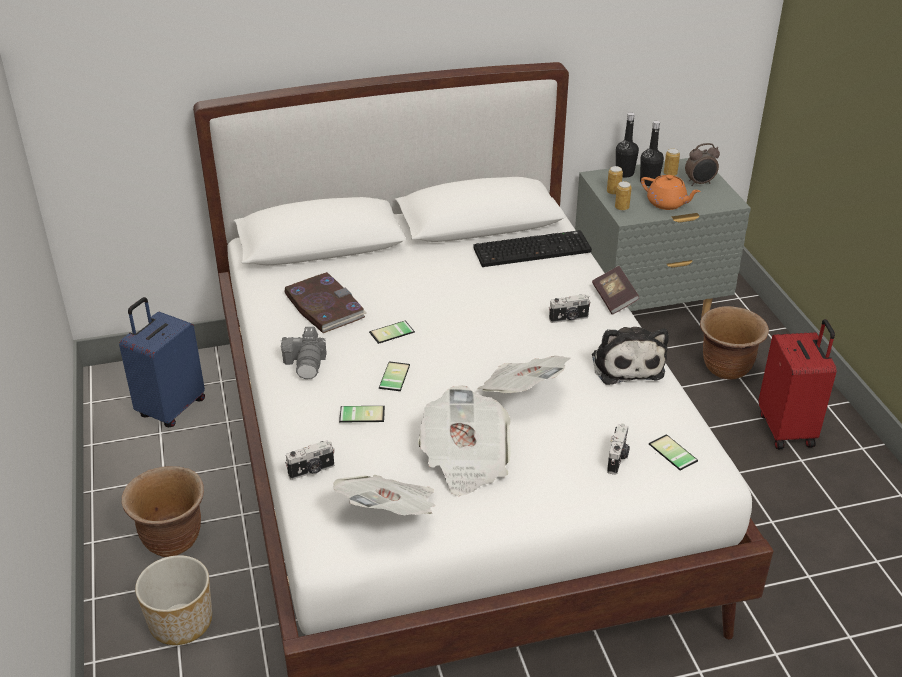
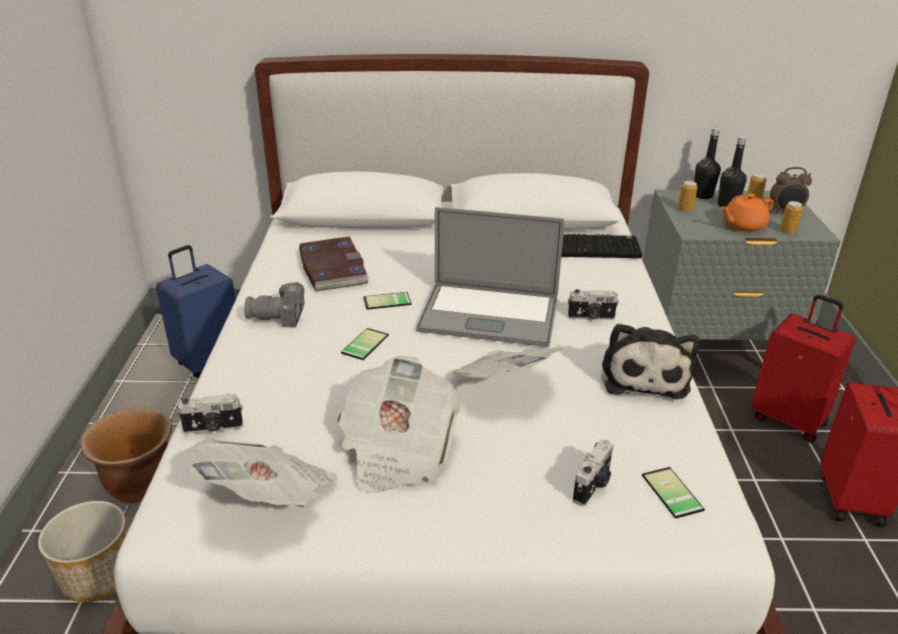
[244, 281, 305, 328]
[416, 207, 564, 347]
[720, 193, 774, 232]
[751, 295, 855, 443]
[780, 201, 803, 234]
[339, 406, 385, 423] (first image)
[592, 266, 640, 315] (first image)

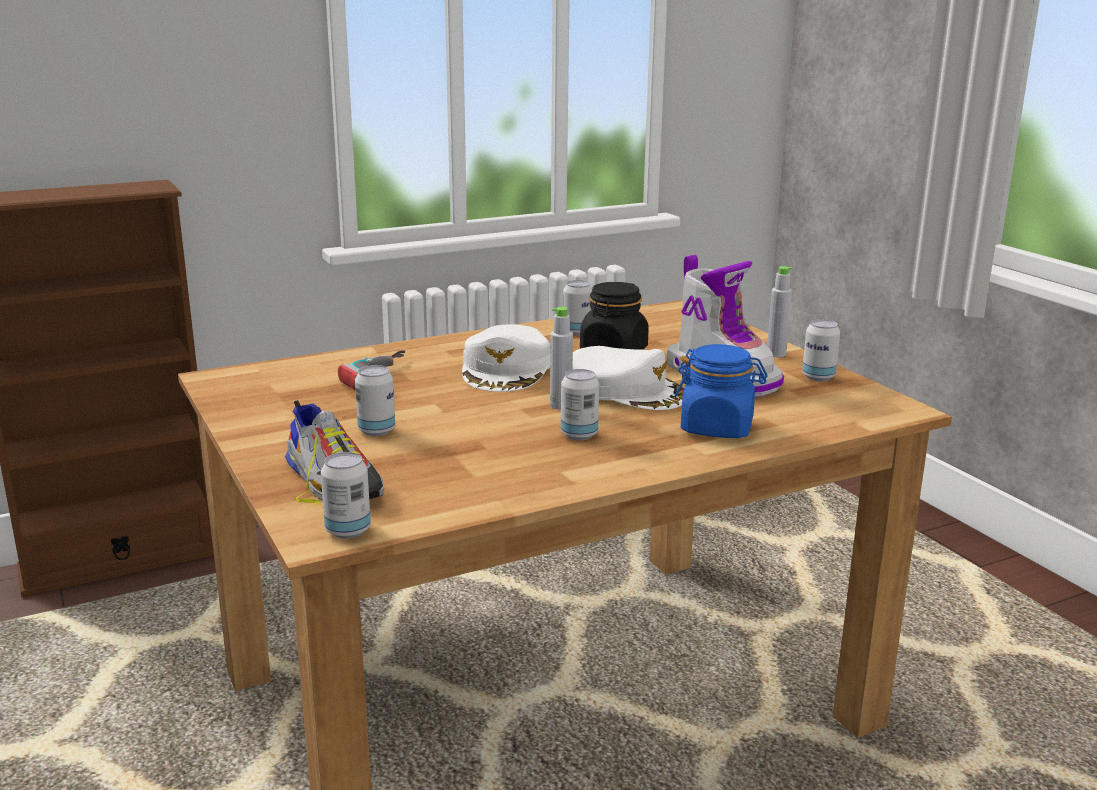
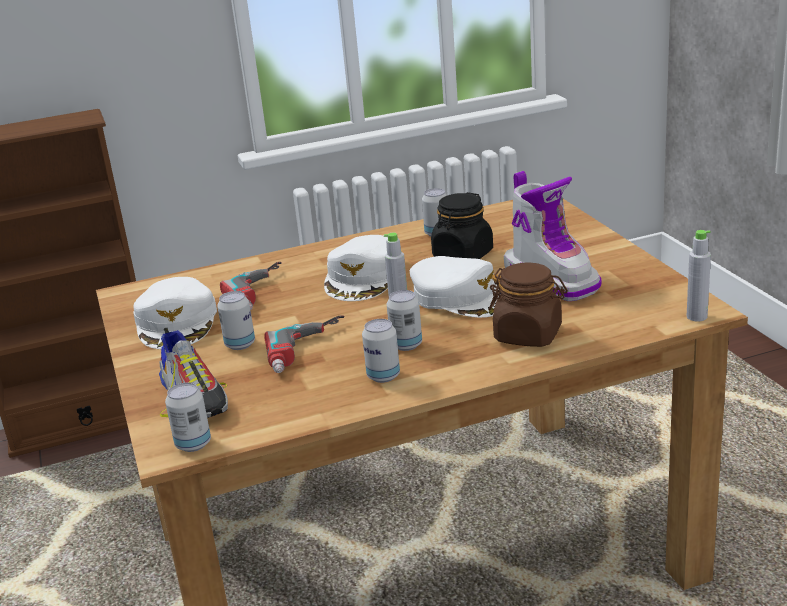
[133, 277, 217, 349]
[264, 315, 344, 373]
[362, 319, 400, 383]
[489, 262, 568, 347]
[687, 230, 711, 322]

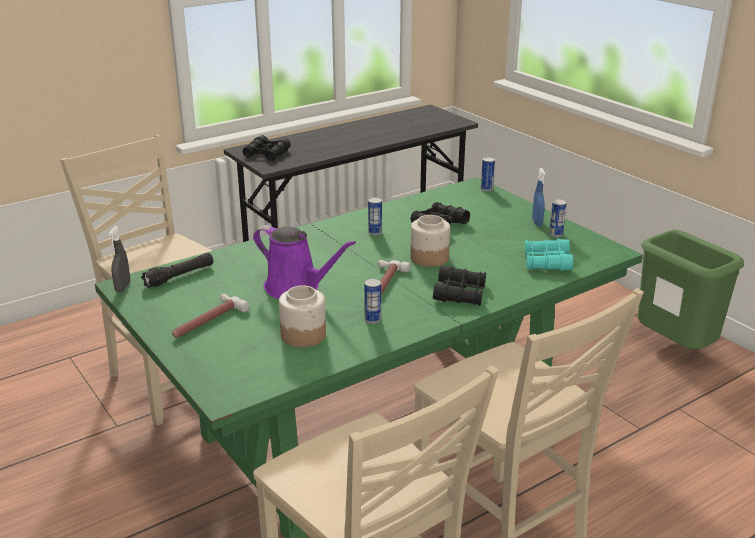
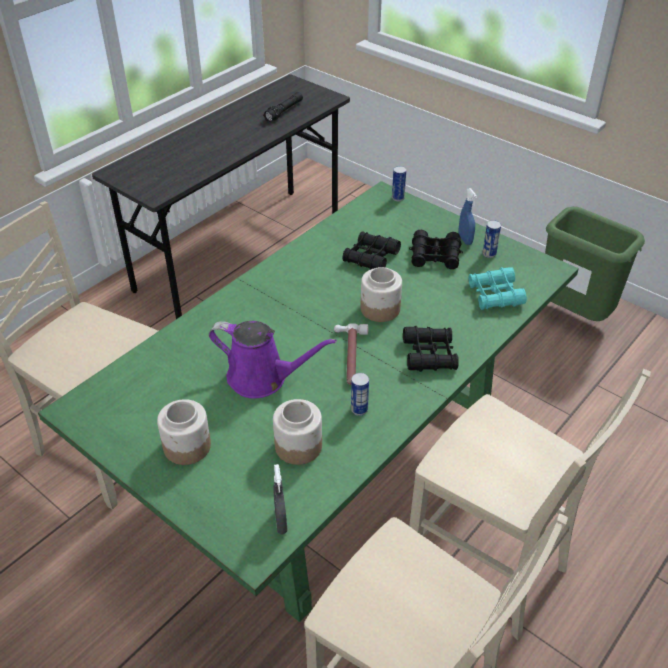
[157, 399, 211, 465]
[263, 92, 303, 122]
[273, 464, 287, 534]
[409, 230, 463, 269]
[368, 197, 382, 236] (first image)

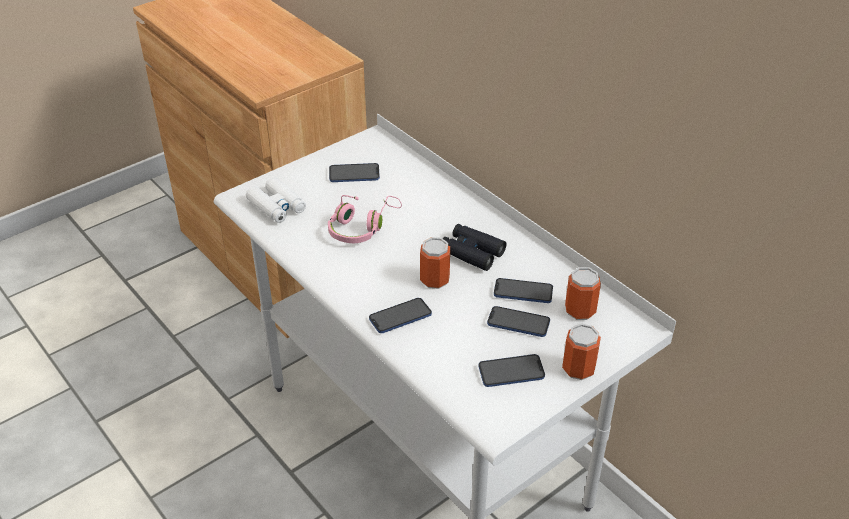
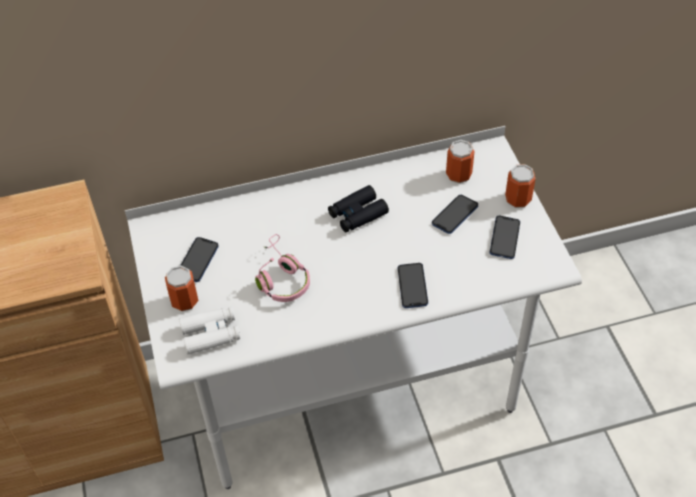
[165, 266, 199, 311]
[494, 278, 553, 303] (first image)

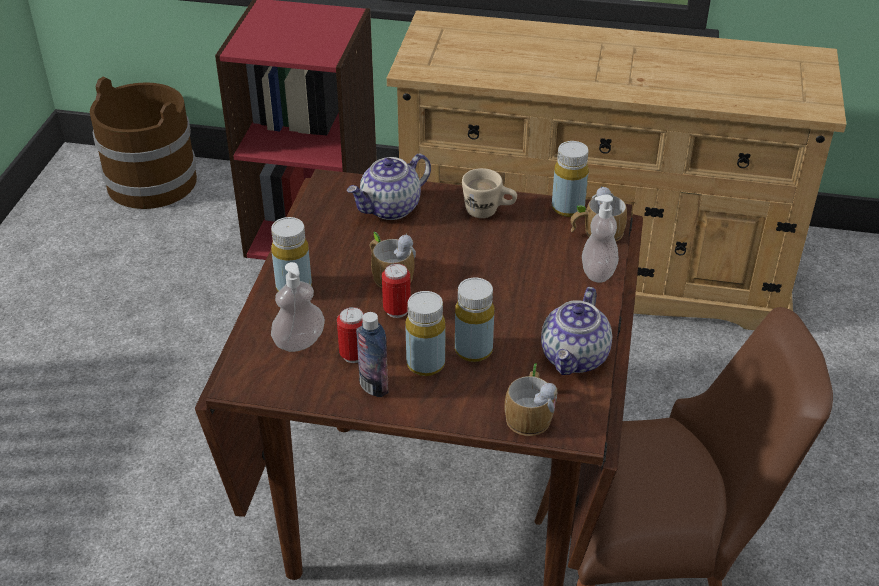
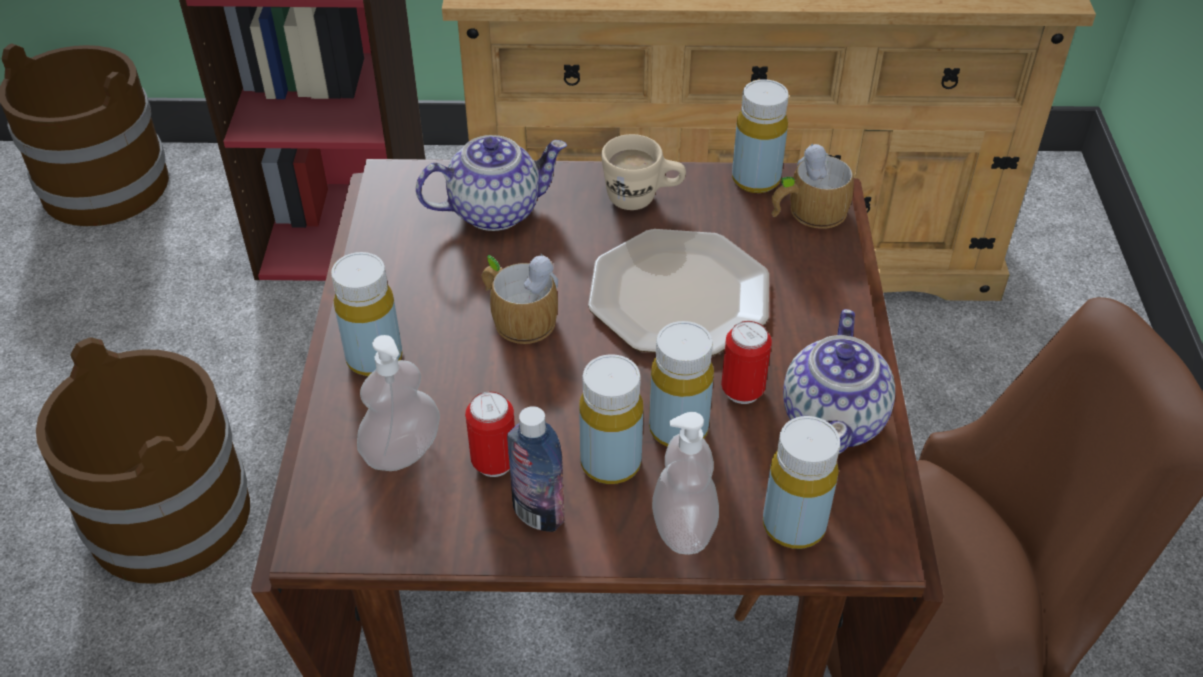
[36, 337, 250, 584]
[416, 135, 567, 231]
[588, 229, 769, 356]
[652, 412, 719, 555]
[721, 321, 772, 404]
[763, 416, 840, 549]

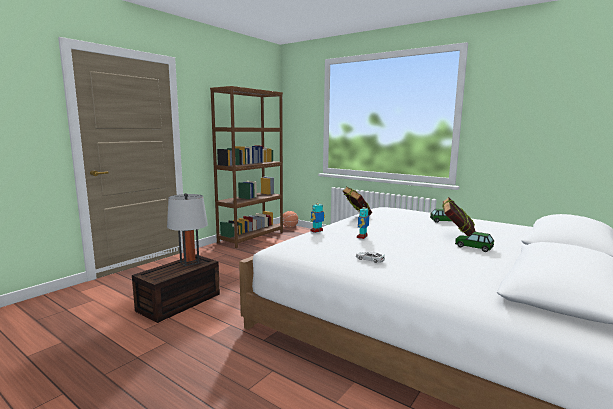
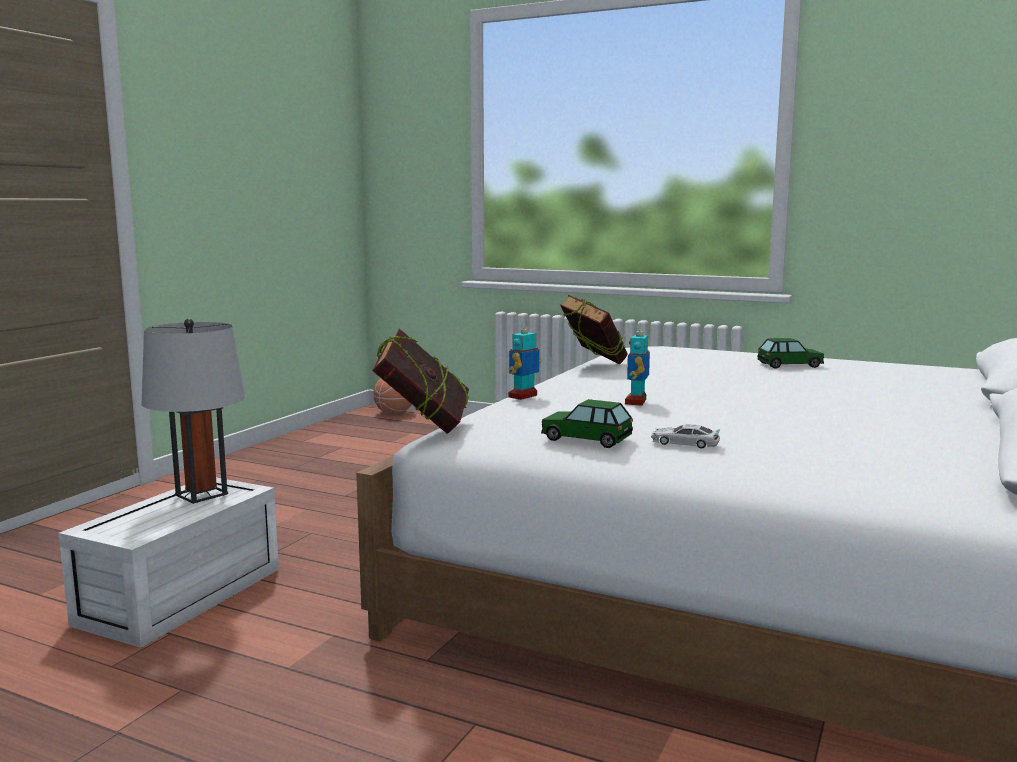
[59, 478, 279, 648]
[372, 328, 470, 434]
[541, 399, 633, 448]
[210, 86, 283, 248] (first image)

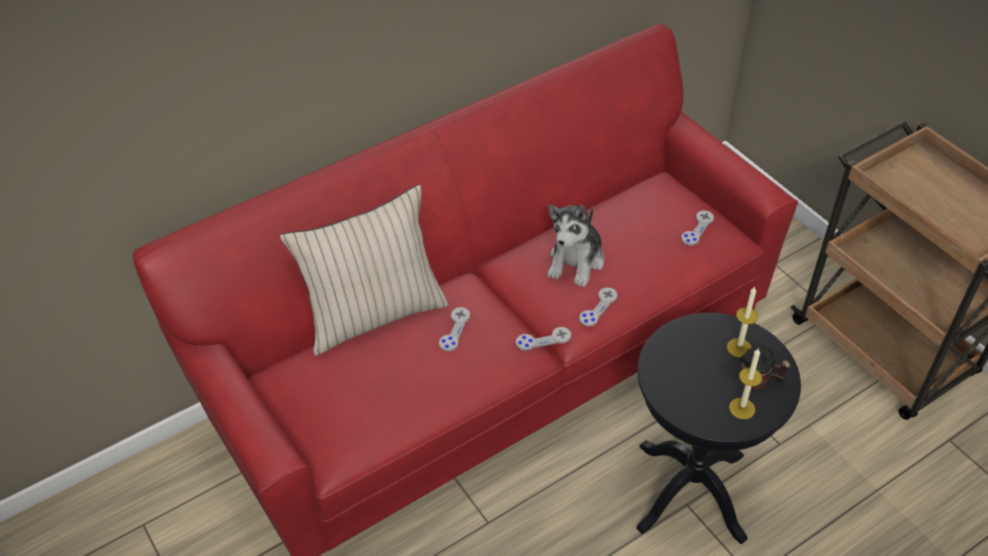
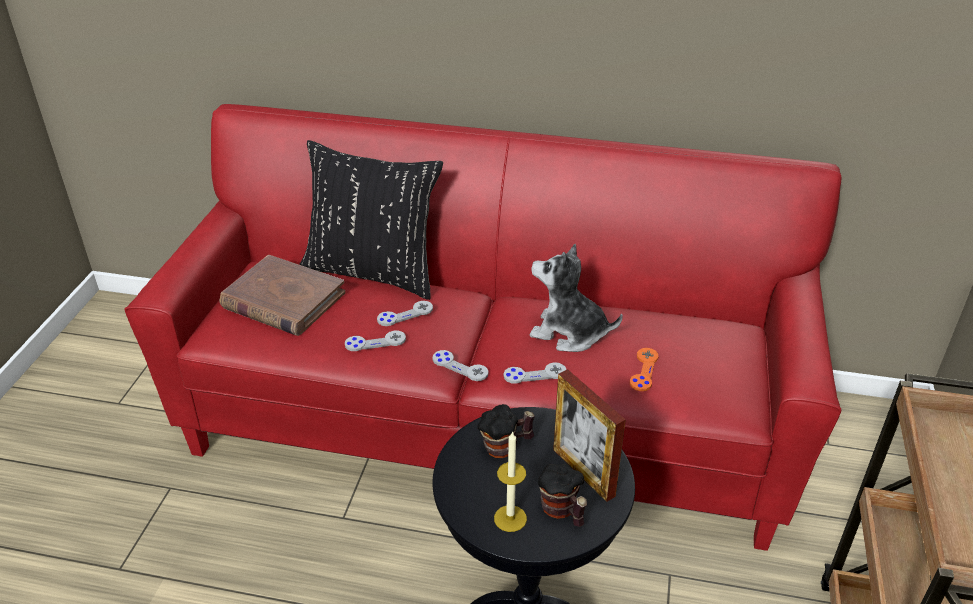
[220, 255, 345, 336]
[299, 140, 443, 300]
[345, 331, 406, 351]
[477, 404, 535, 458]
[530, 244, 623, 352]
[553, 369, 626, 502]
[630, 348, 658, 391]

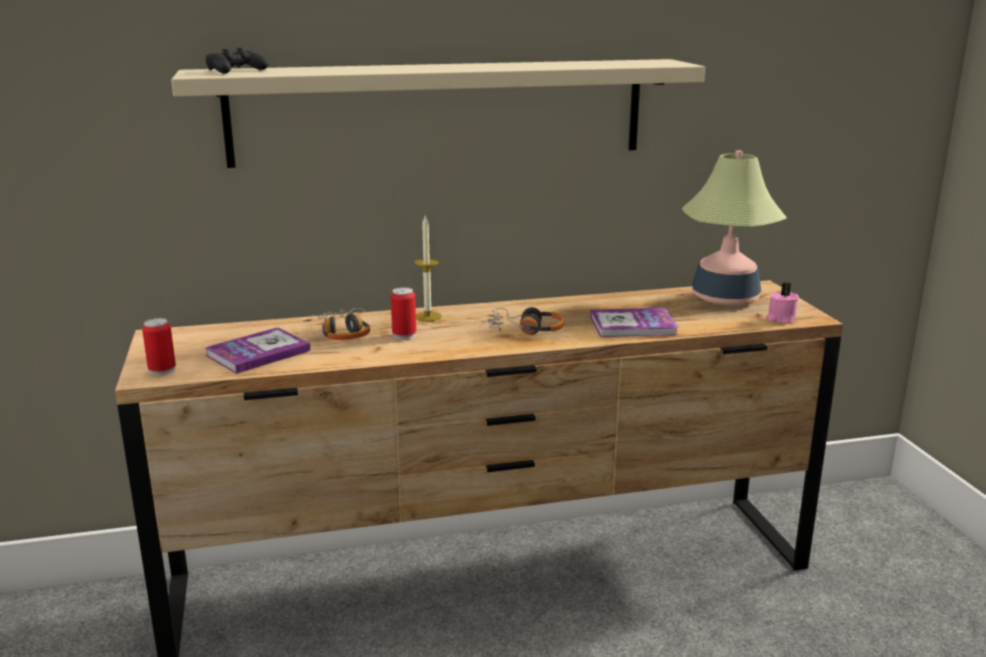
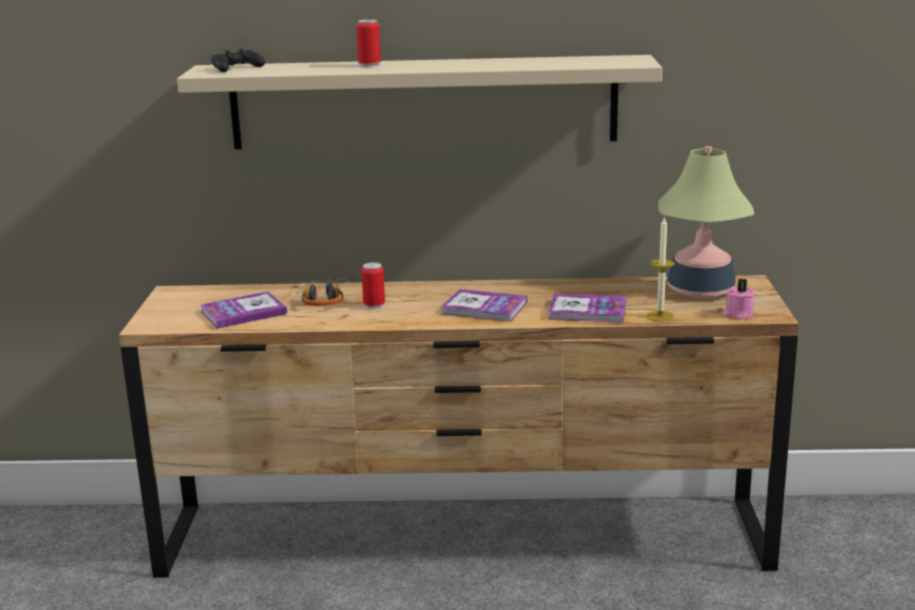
[356, 19, 381, 68]
[442, 289, 527, 322]
[646, 216, 675, 322]

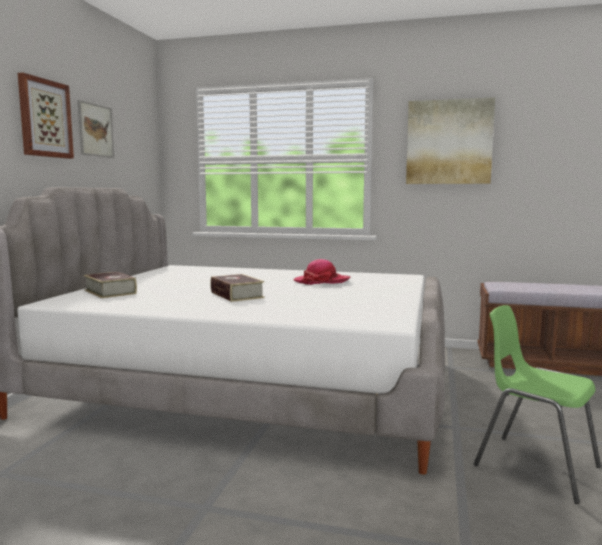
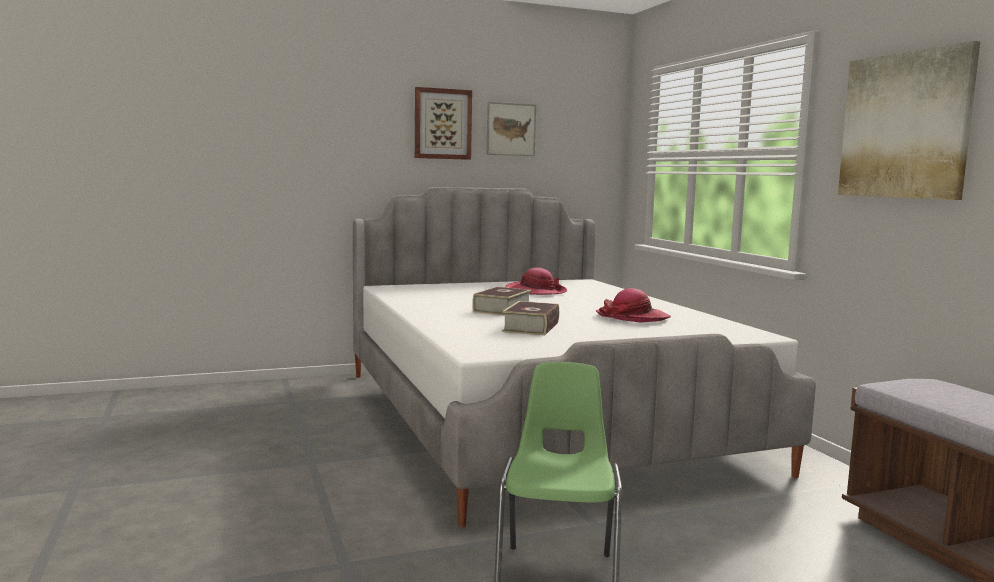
[502, 301, 559, 335]
[505, 268, 568, 295]

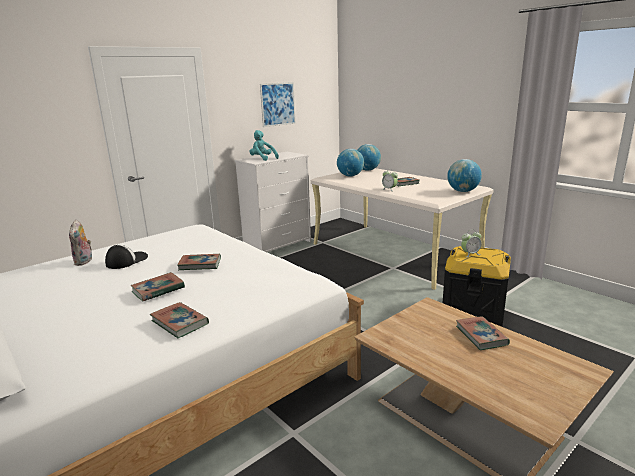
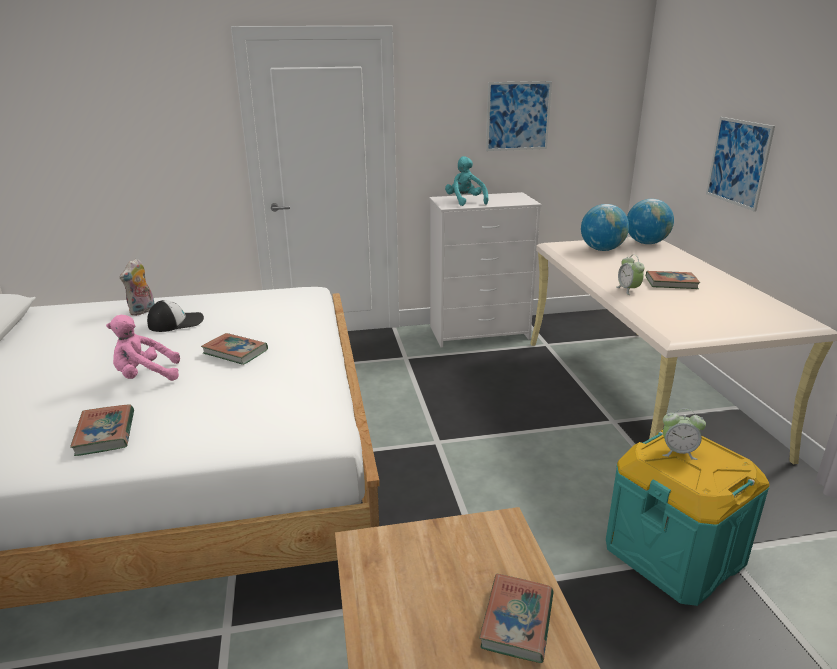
[106, 315, 180, 381]
[606, 430, 770, 606]
[706, 117, 775, 212]
[447, 159, 482, 192] (first image)

